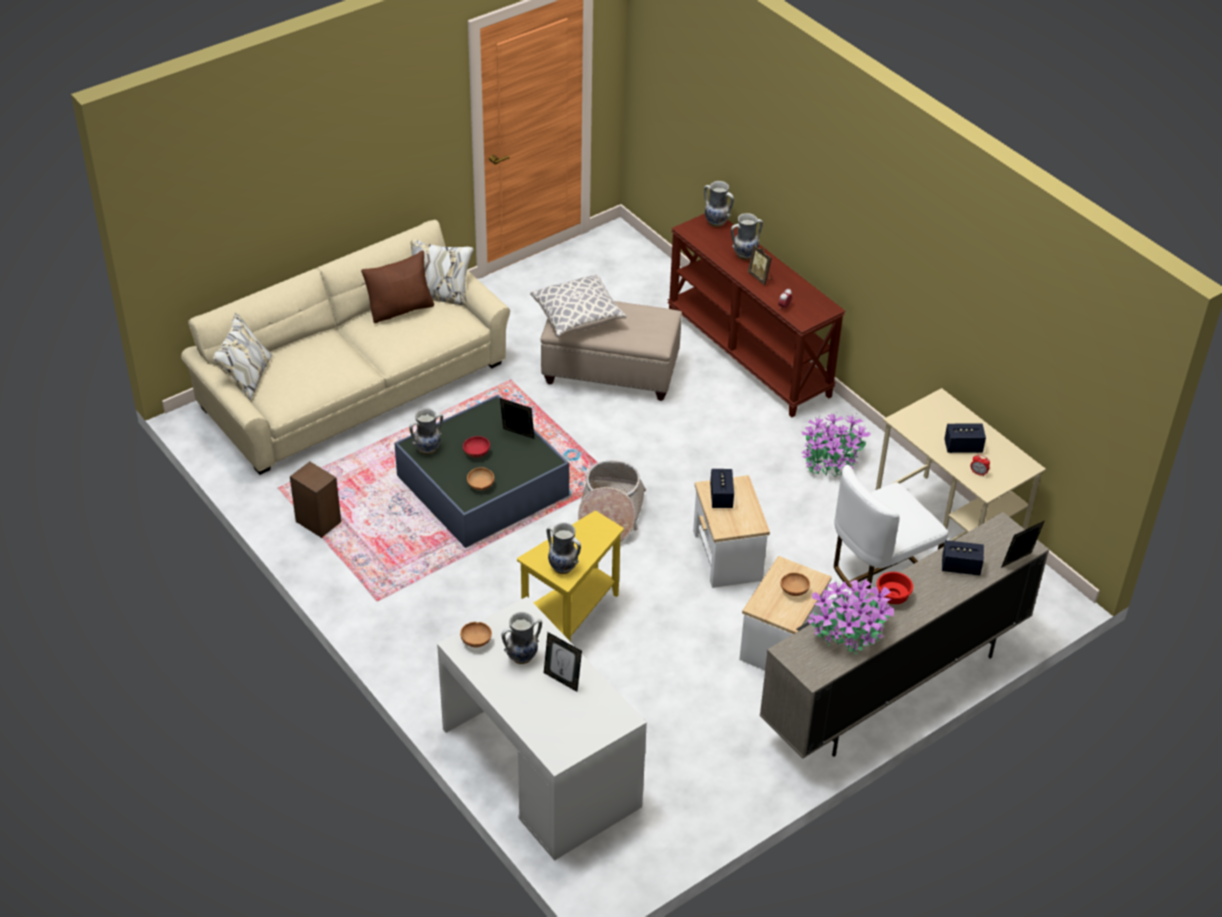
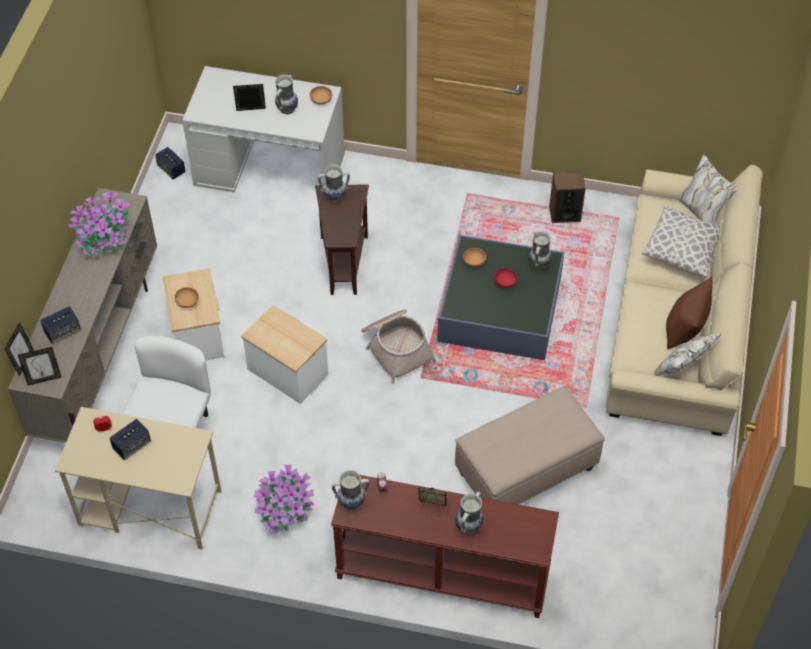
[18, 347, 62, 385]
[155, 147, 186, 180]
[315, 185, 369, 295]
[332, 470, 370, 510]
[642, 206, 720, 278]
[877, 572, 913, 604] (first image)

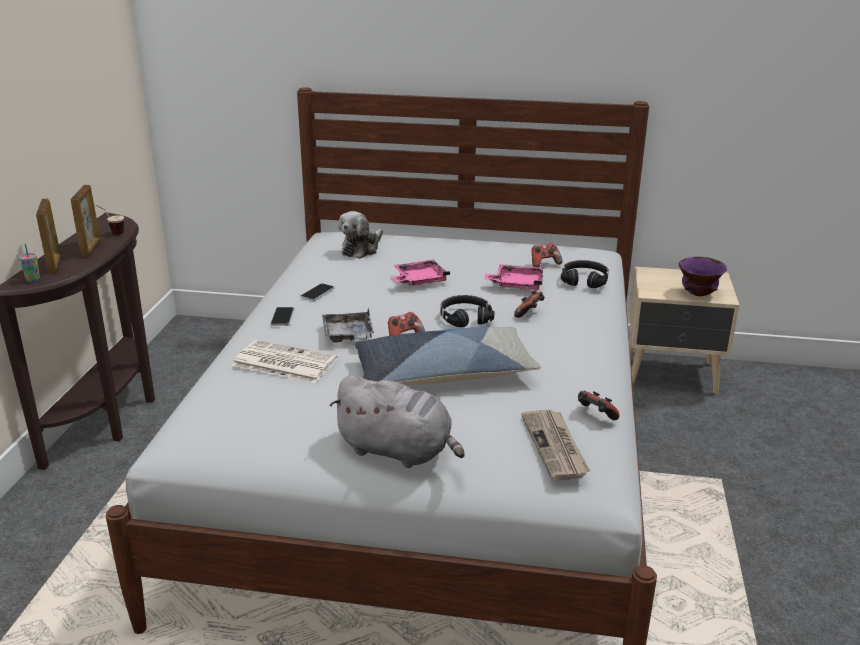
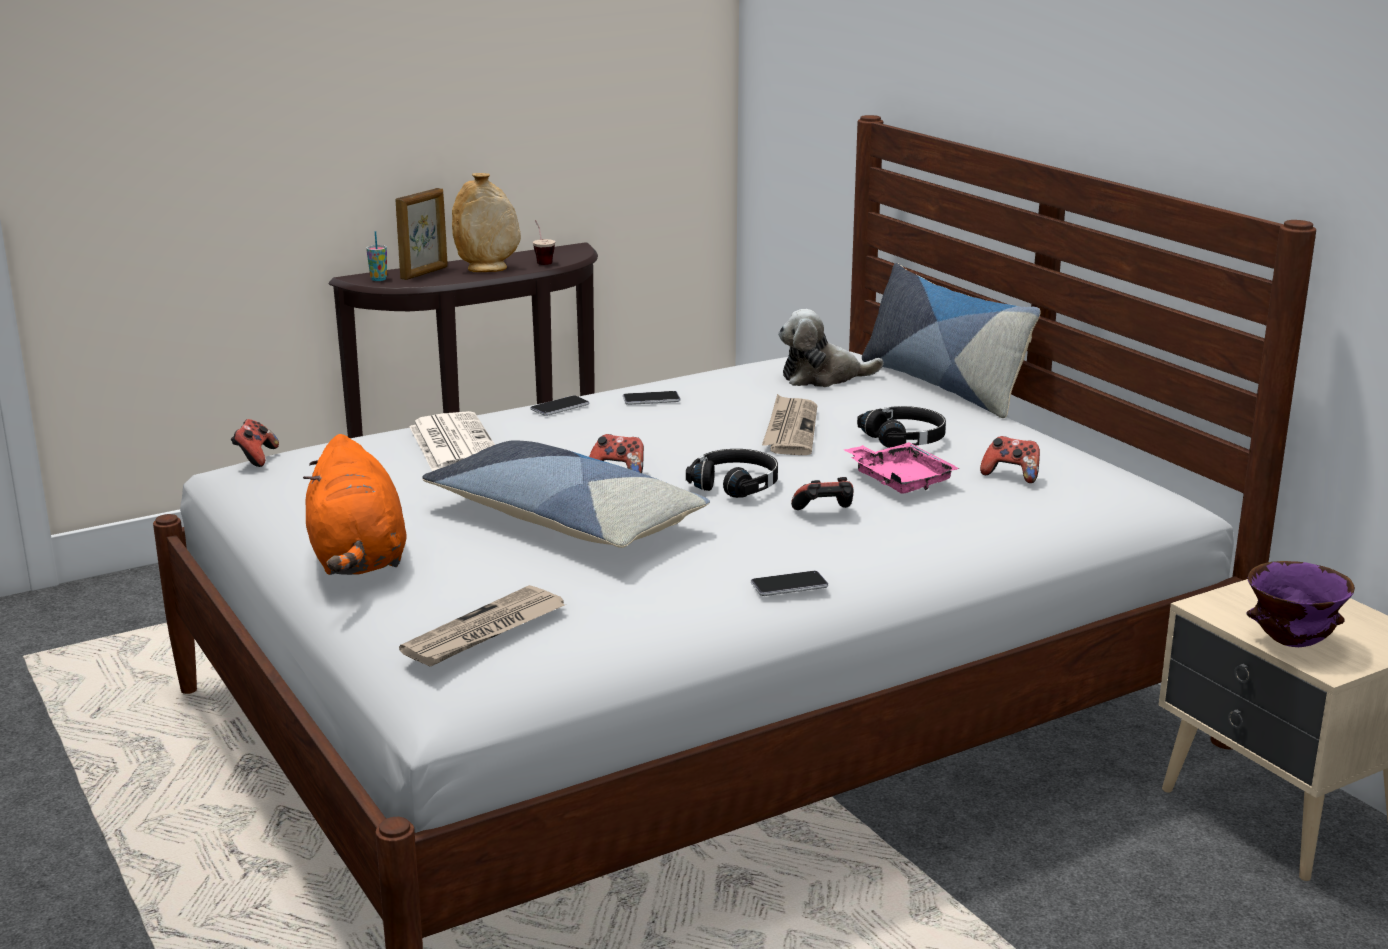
[231, 419, 279, 467]
[303, 434, 407, 575]
[452, 173, 521, 272]
[751, 571, 828, 596]
[762, 394, 817, 455]
[857, 406, 946, 448]
[862, 263, 1041, 418]
[322, 308, 374, 342] (first image)

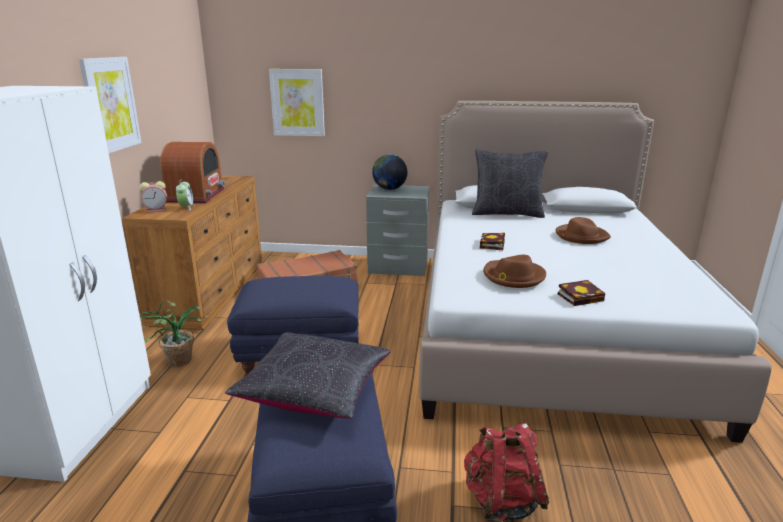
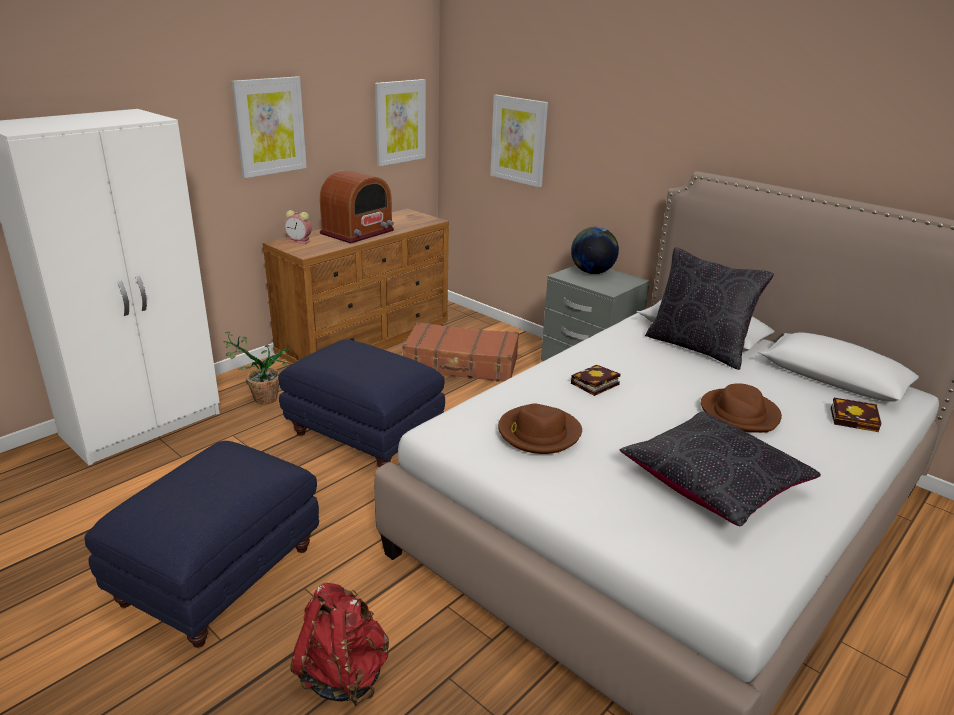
[375, 79, 426, 166]
[620, 412, 821, 526]
[831, 398, 882, 432]
[176, 179, 195, 211] (first image)

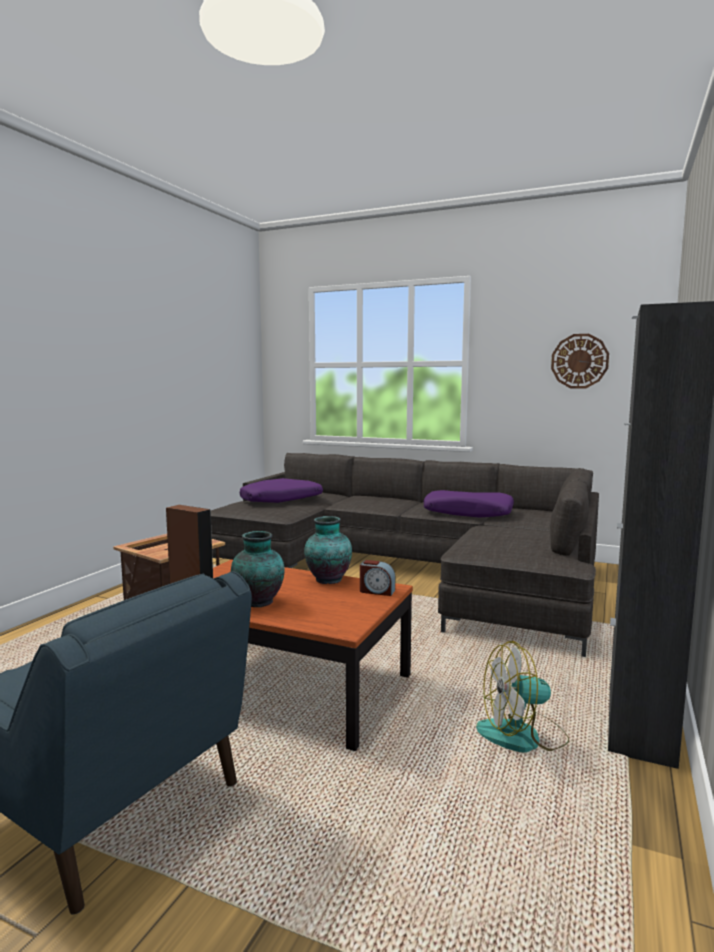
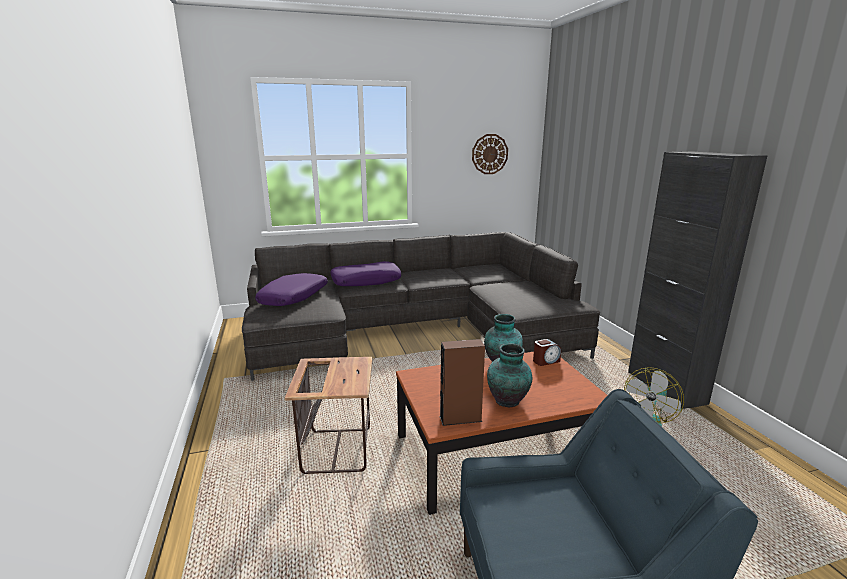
[330, 261, 401, 286]

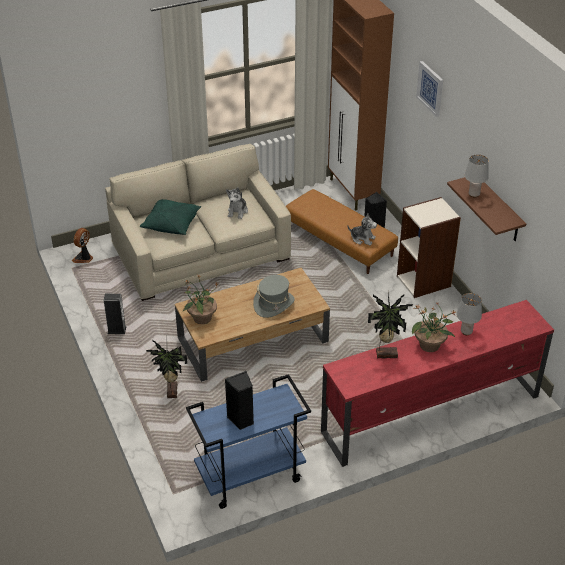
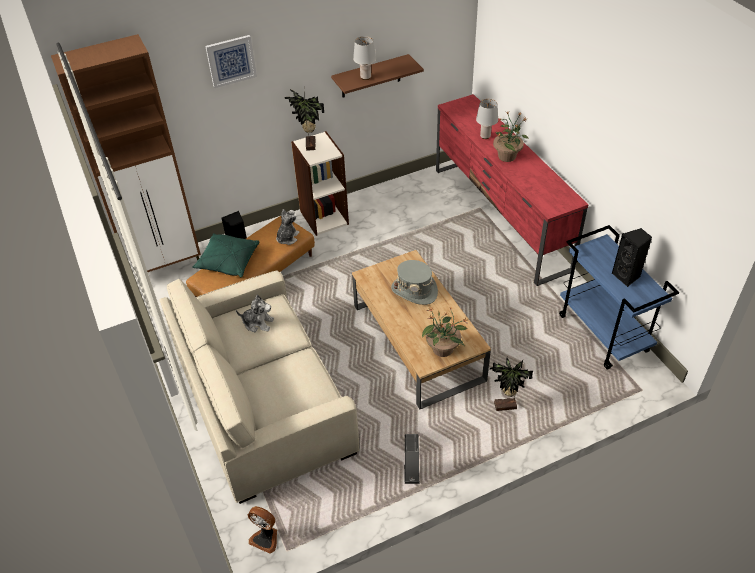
[192, 233, 259, 278]
[284, 89, 324, 151]

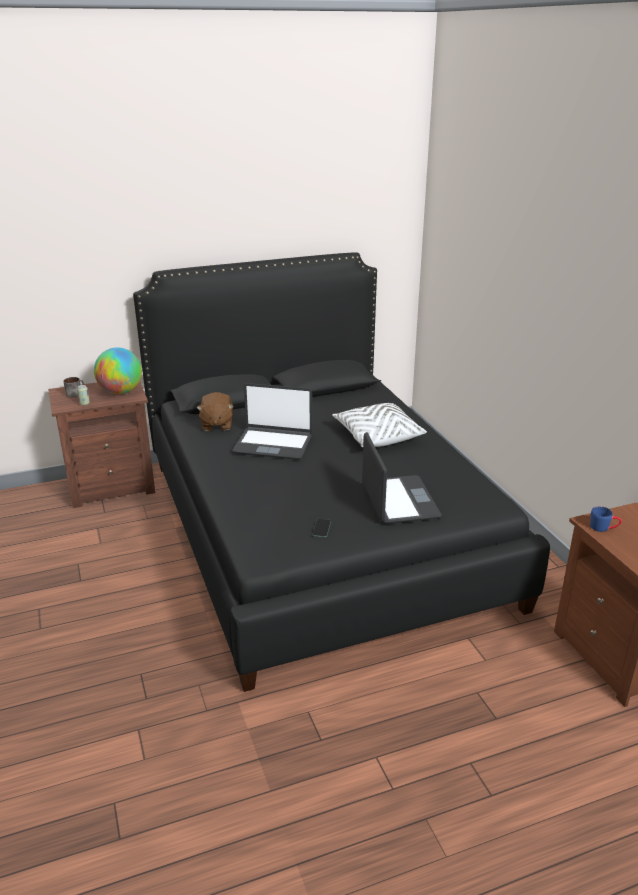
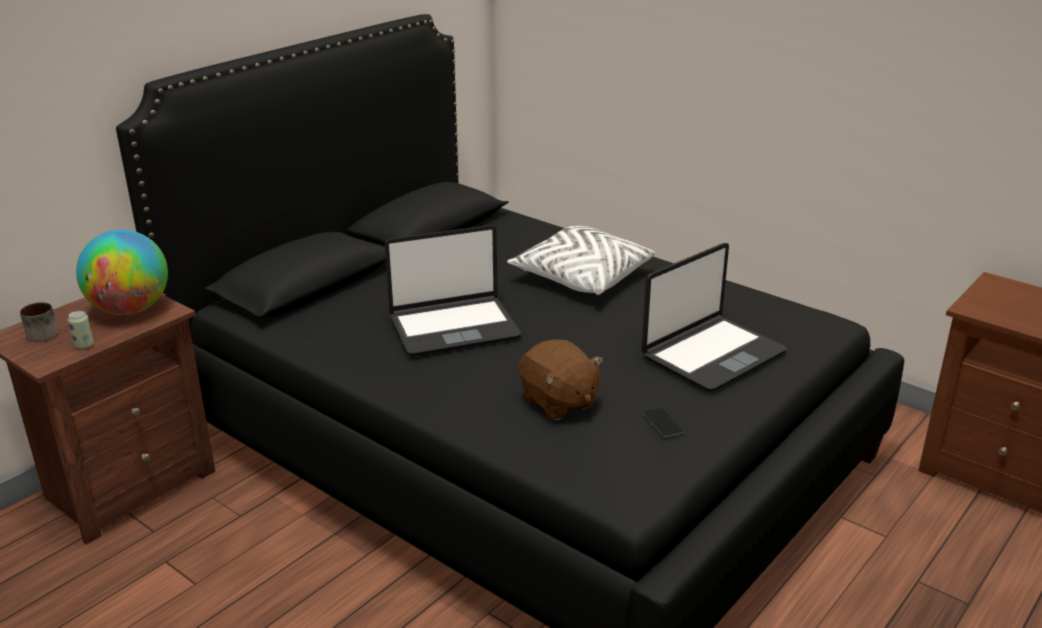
[519, 340, 603, 420]
[641, 243, 787, 392]
[590, 506, 622, 532] (first image)

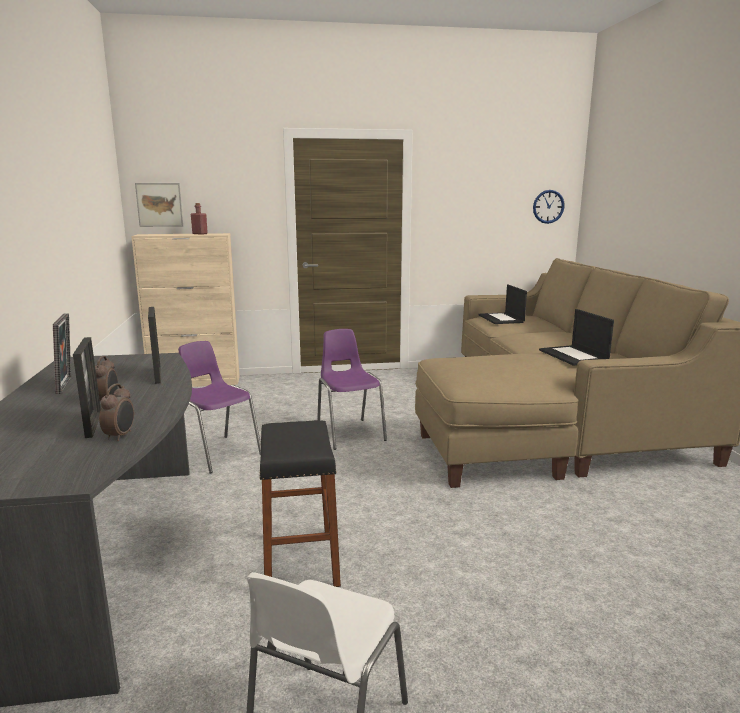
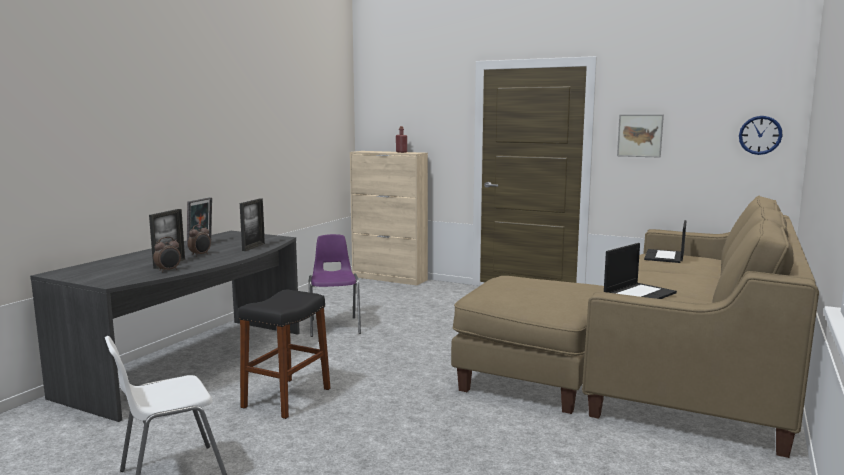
[604, 243, 677, 299]
[617, 114, 664, 158]
[317, 329, 387, 450] (first image)

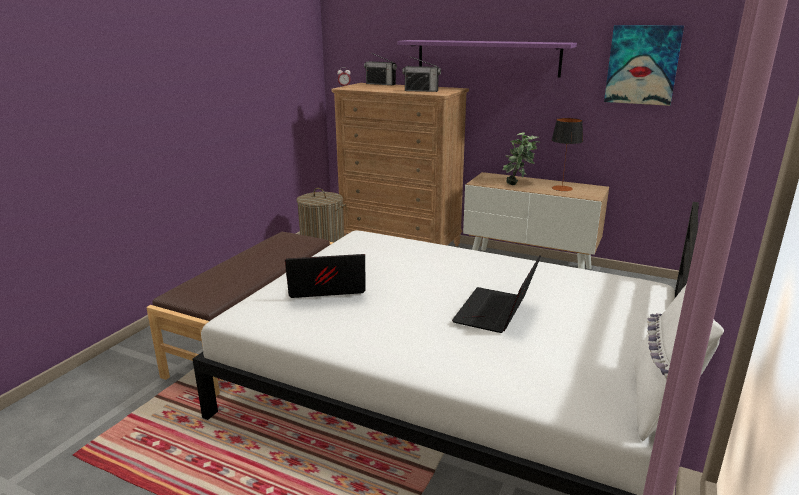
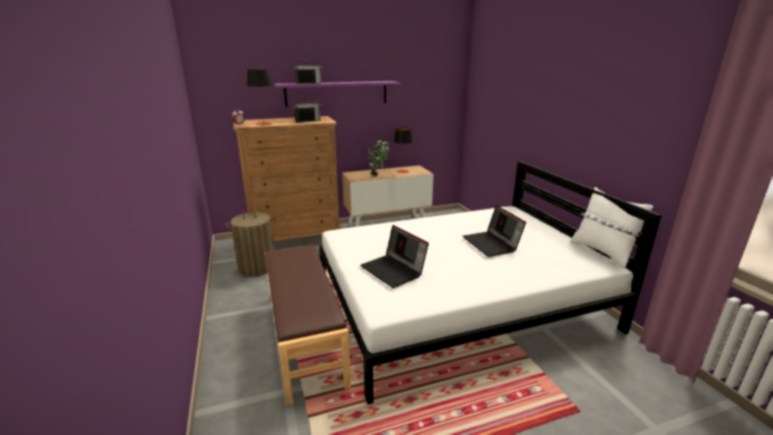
[247, 69, 272, 126]
[294, 57, 323, 84]
[360, 225, 429, 288]
[604, 25, 684, 106] (first image)

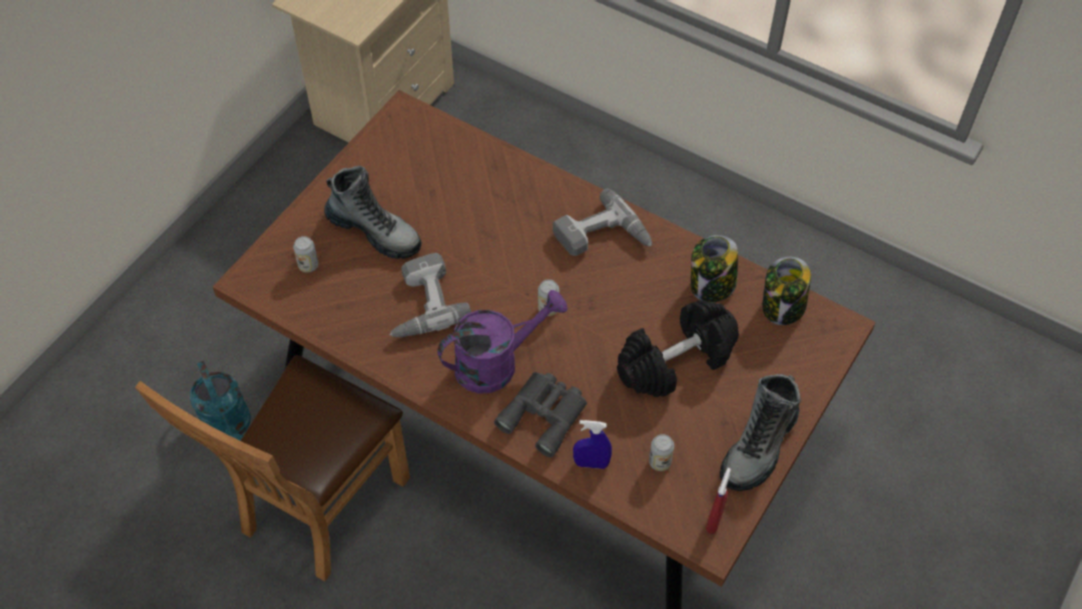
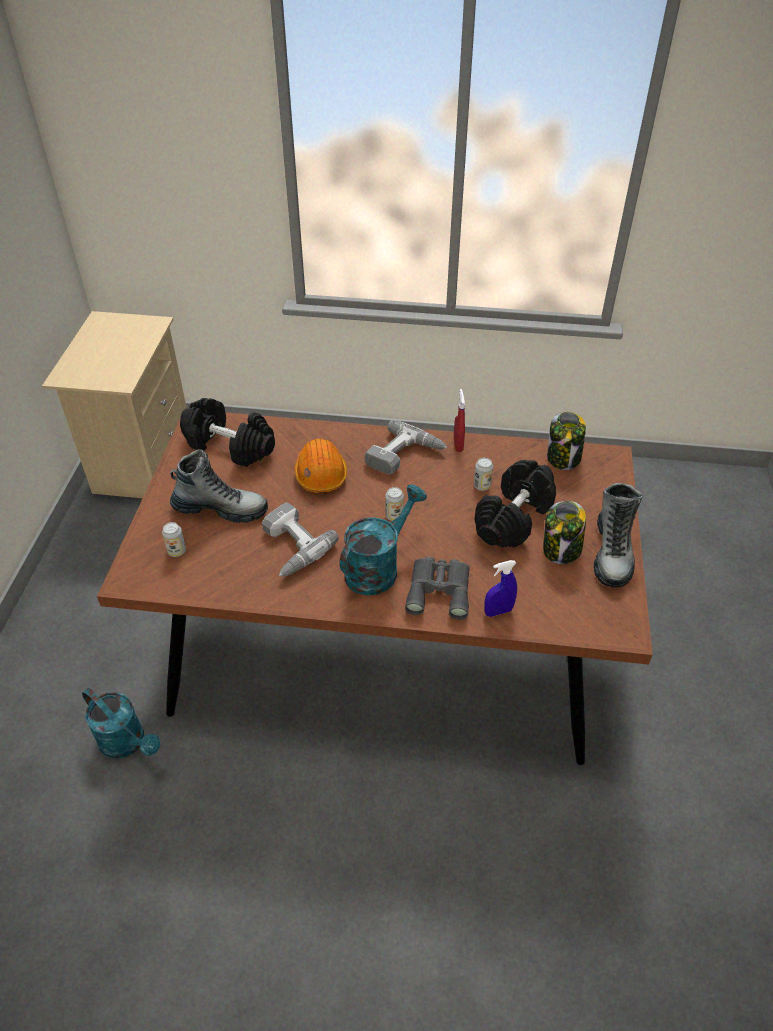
[180, 398, 275, 467]
[294, 439, 347, 493]
[340, 484, 427, 595]
[454, 389, 465, 452]
[474, 458, 493, 491]
[543, 501, 586, 564]
[135, 355, 410, 581] (first image)

